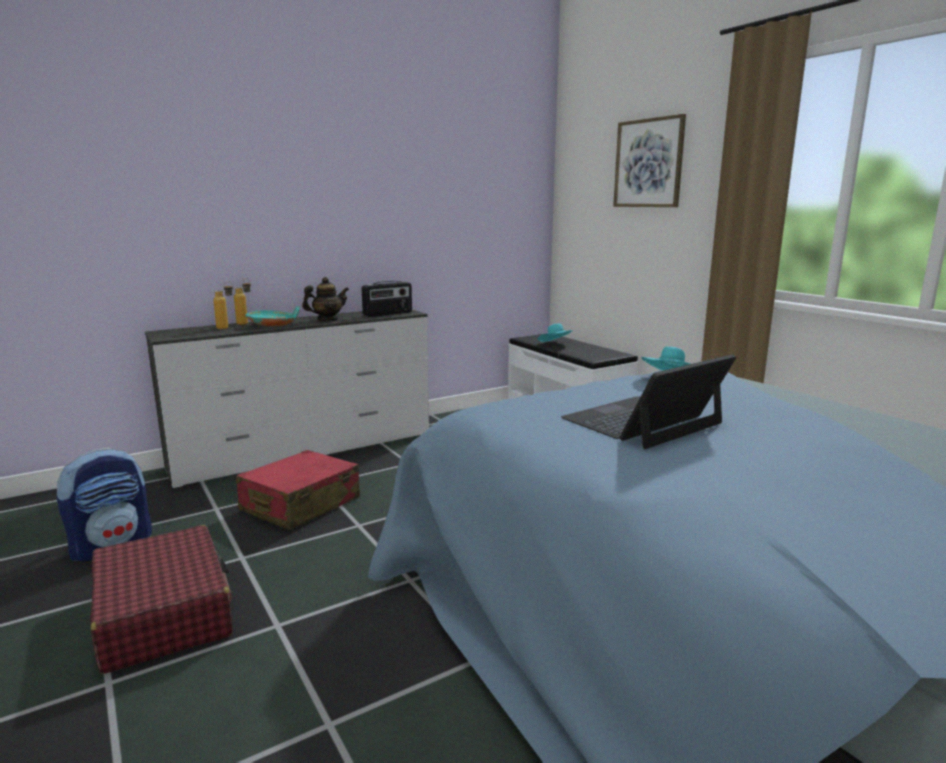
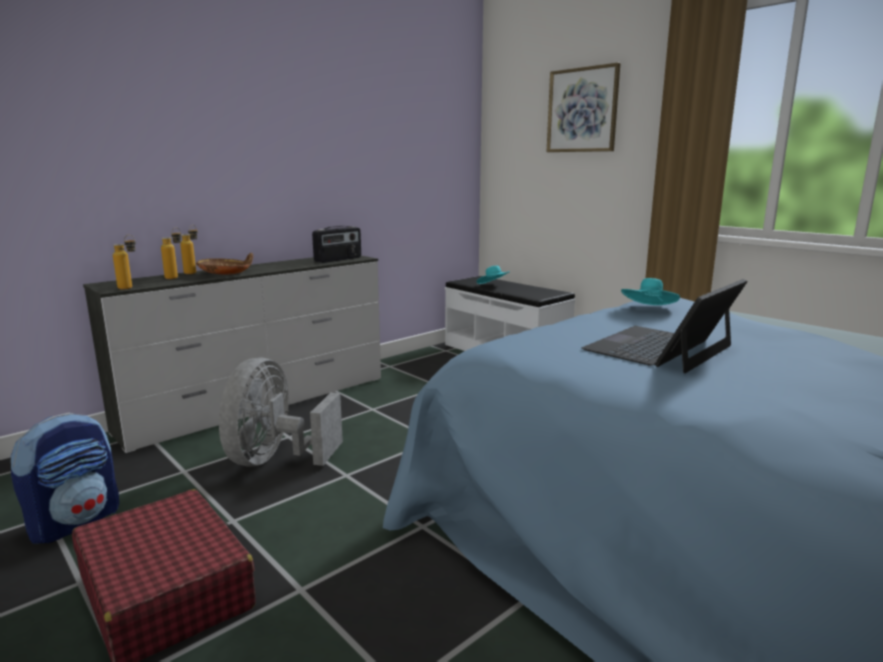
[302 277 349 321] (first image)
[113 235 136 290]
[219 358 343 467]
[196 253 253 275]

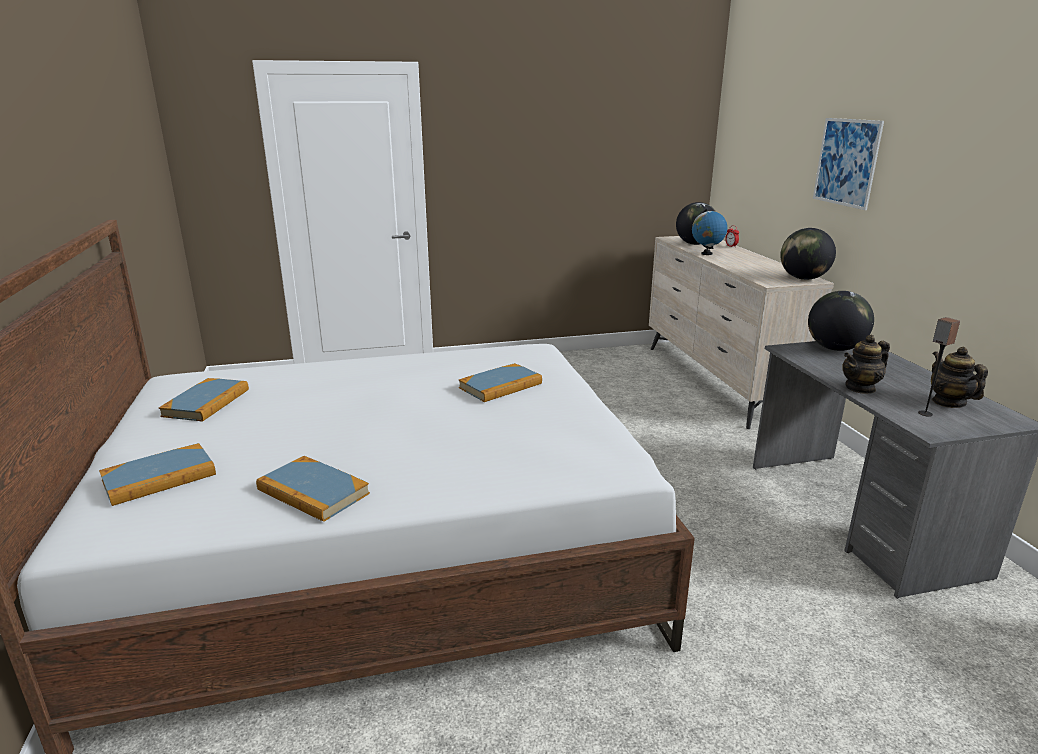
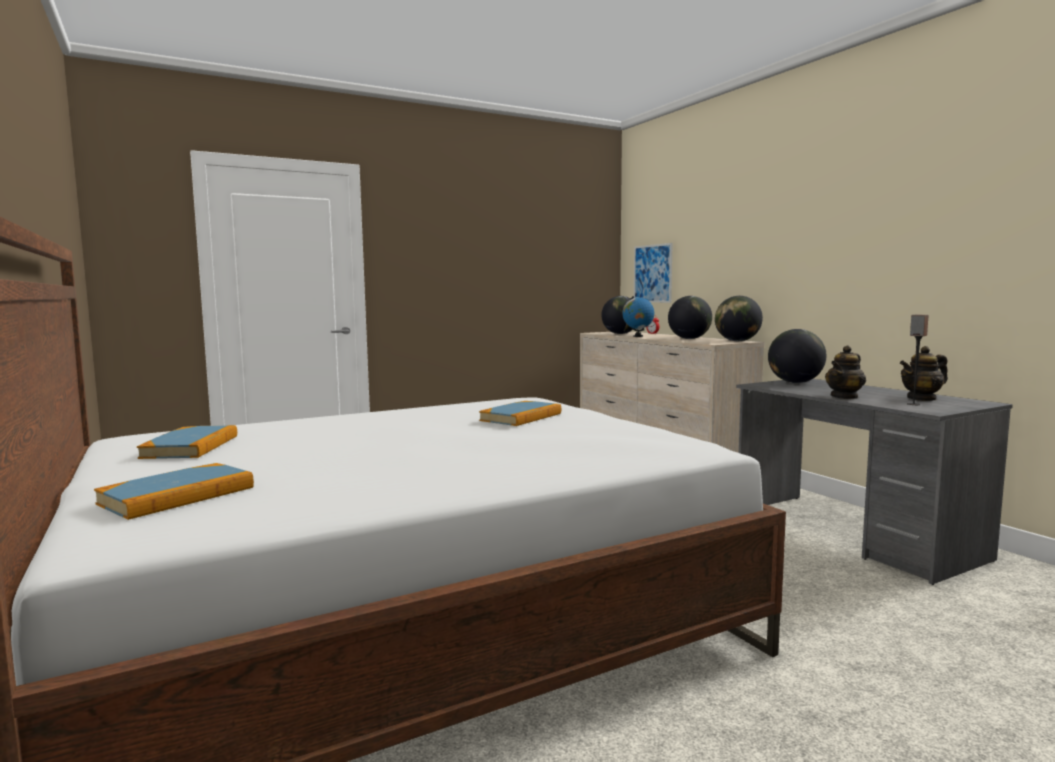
[256 456 370 522] (first image)
[668 296 712 339]
[634 243 673 303]
[900 346 948 401]

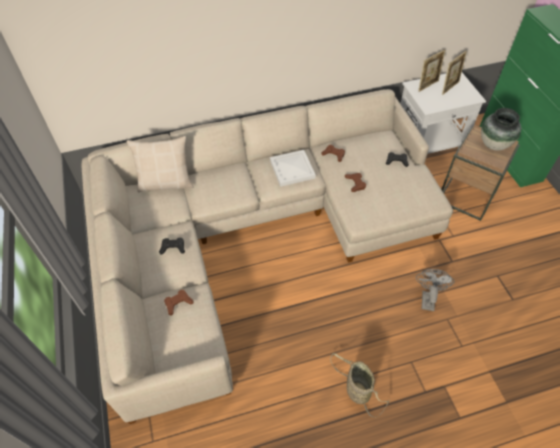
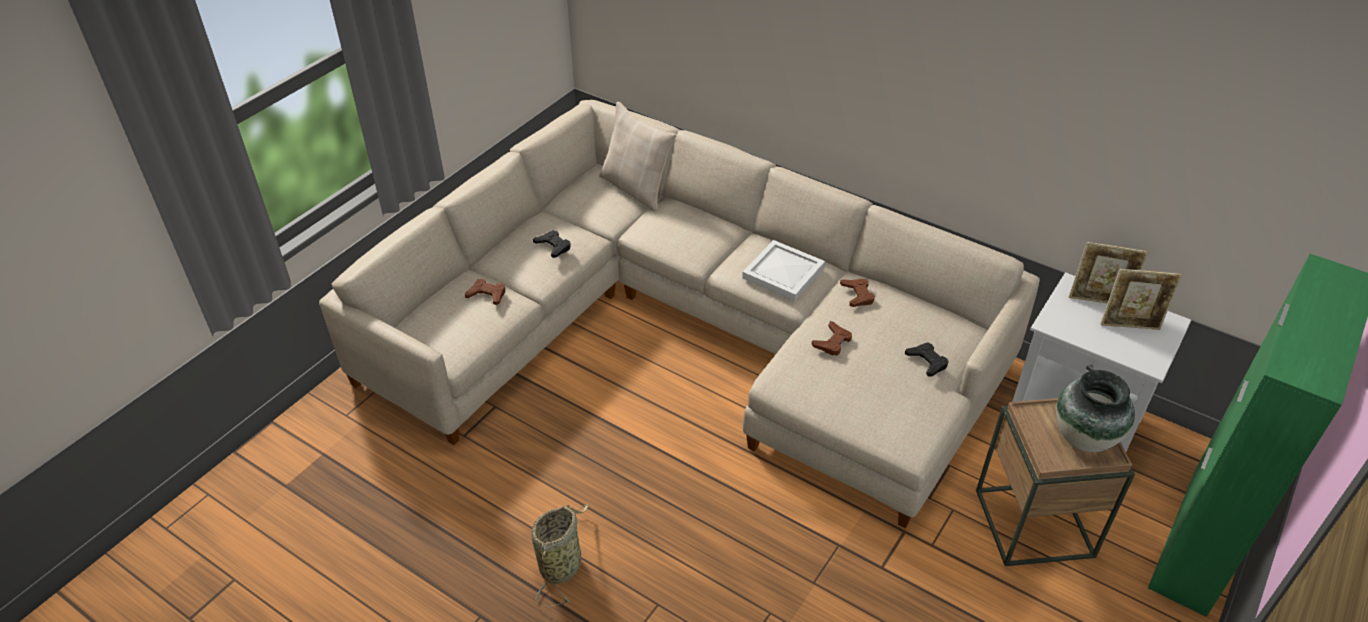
[416 269 454 311] (first image)

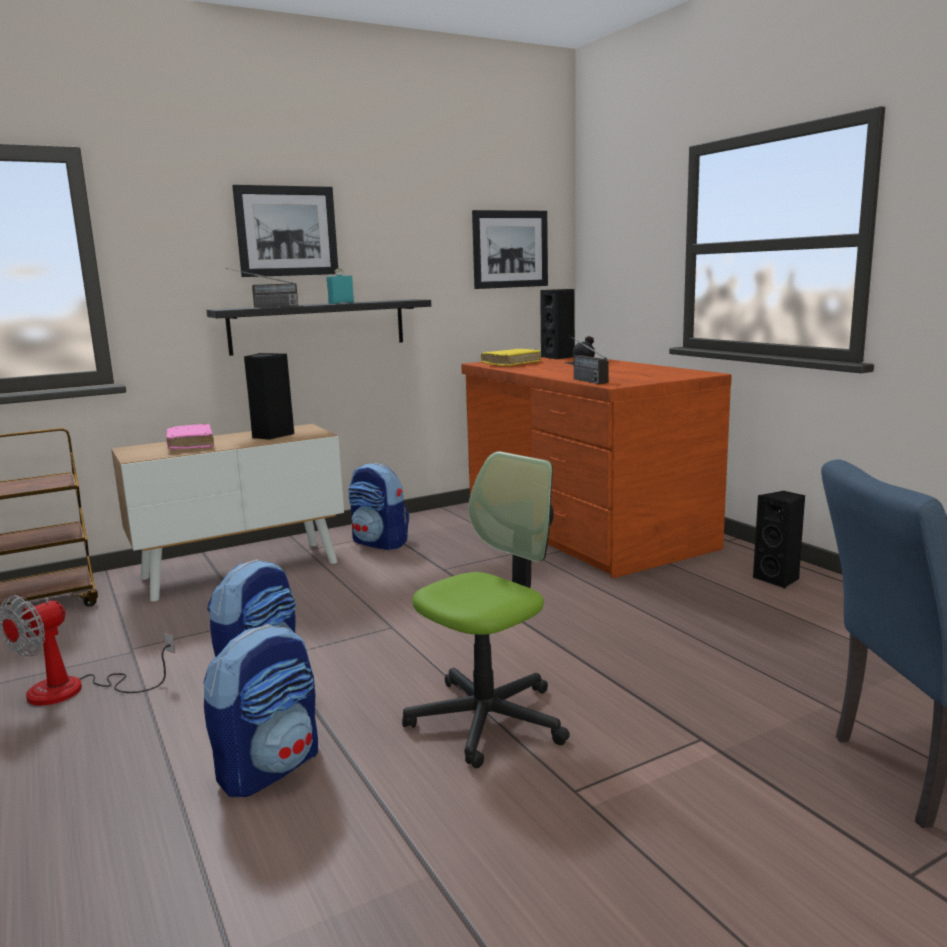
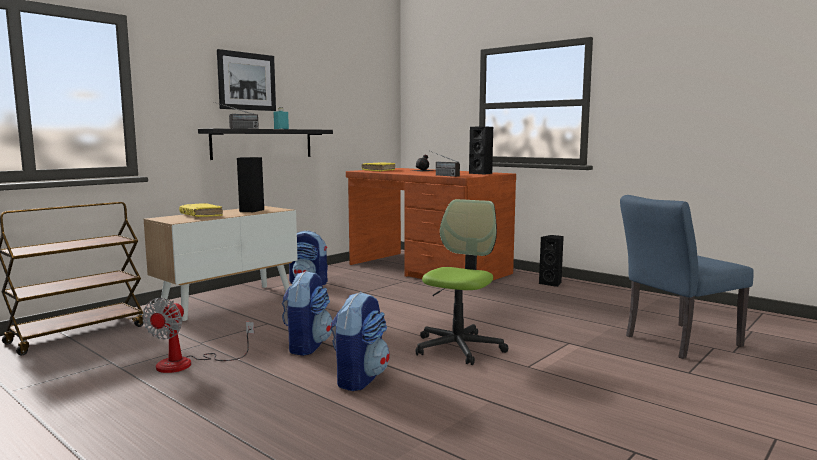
[472 210 548 289] (first image)
[469 126 493 175]
[179 203 223 217]

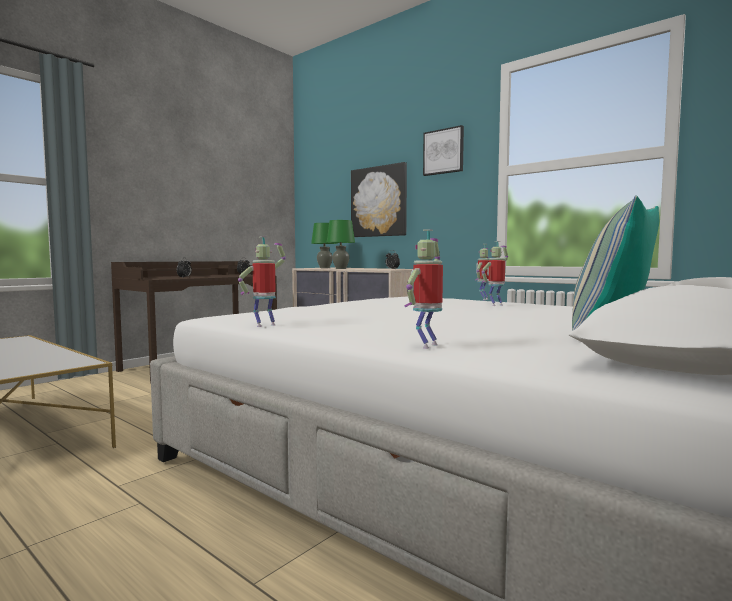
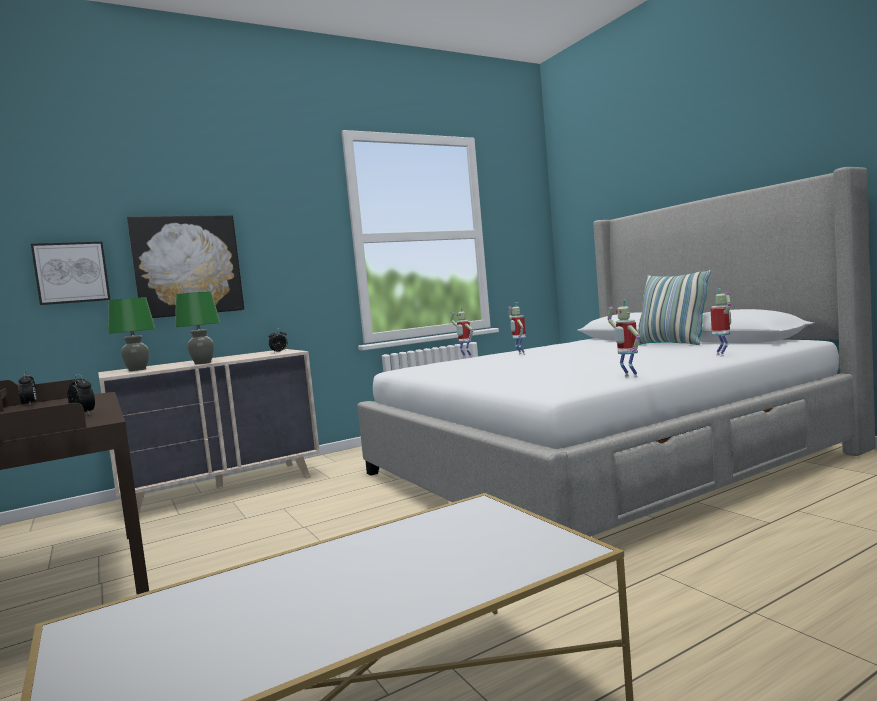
[31 242 111 305]
[711 288 732 357]

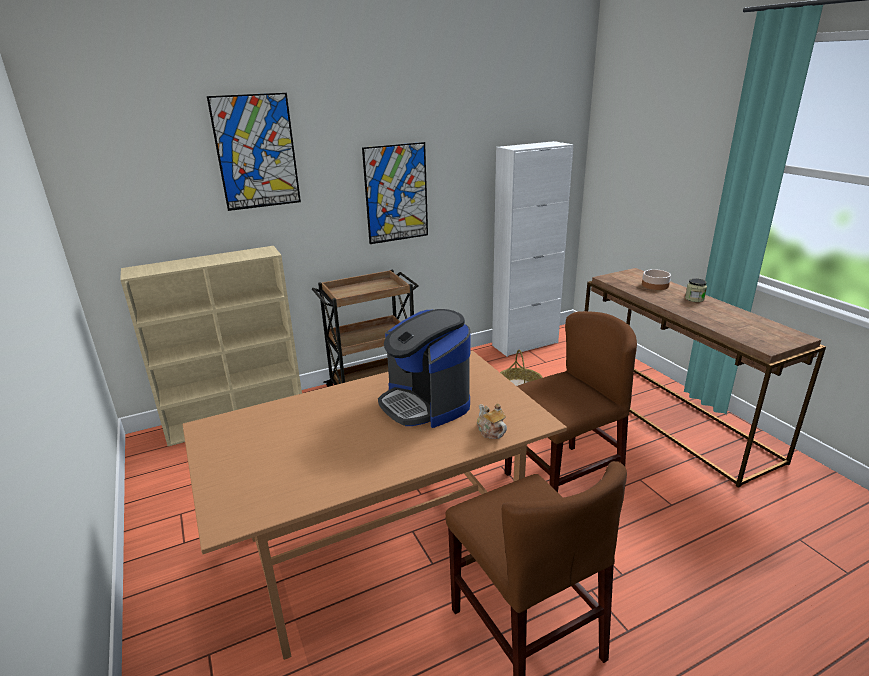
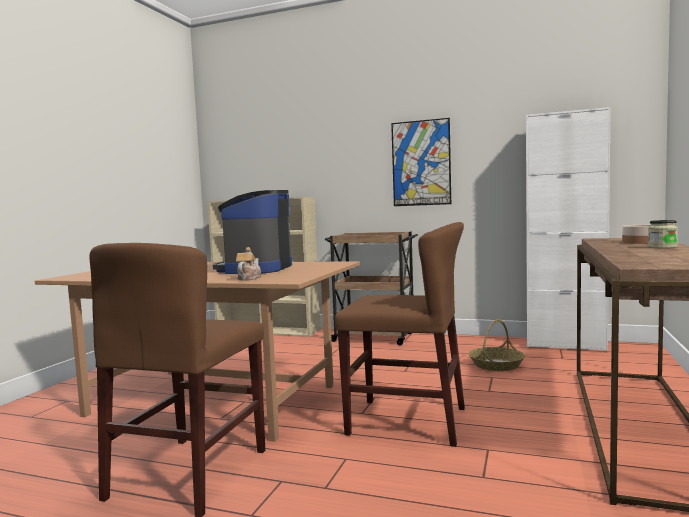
[207 93 301 211] (first image)

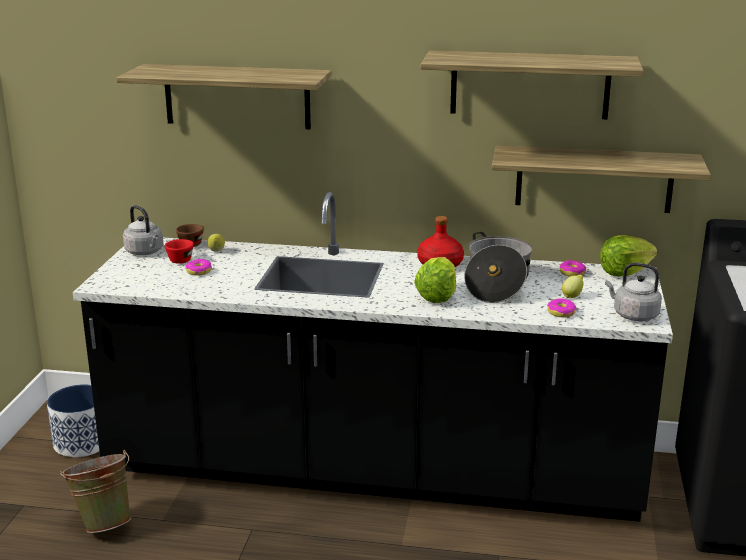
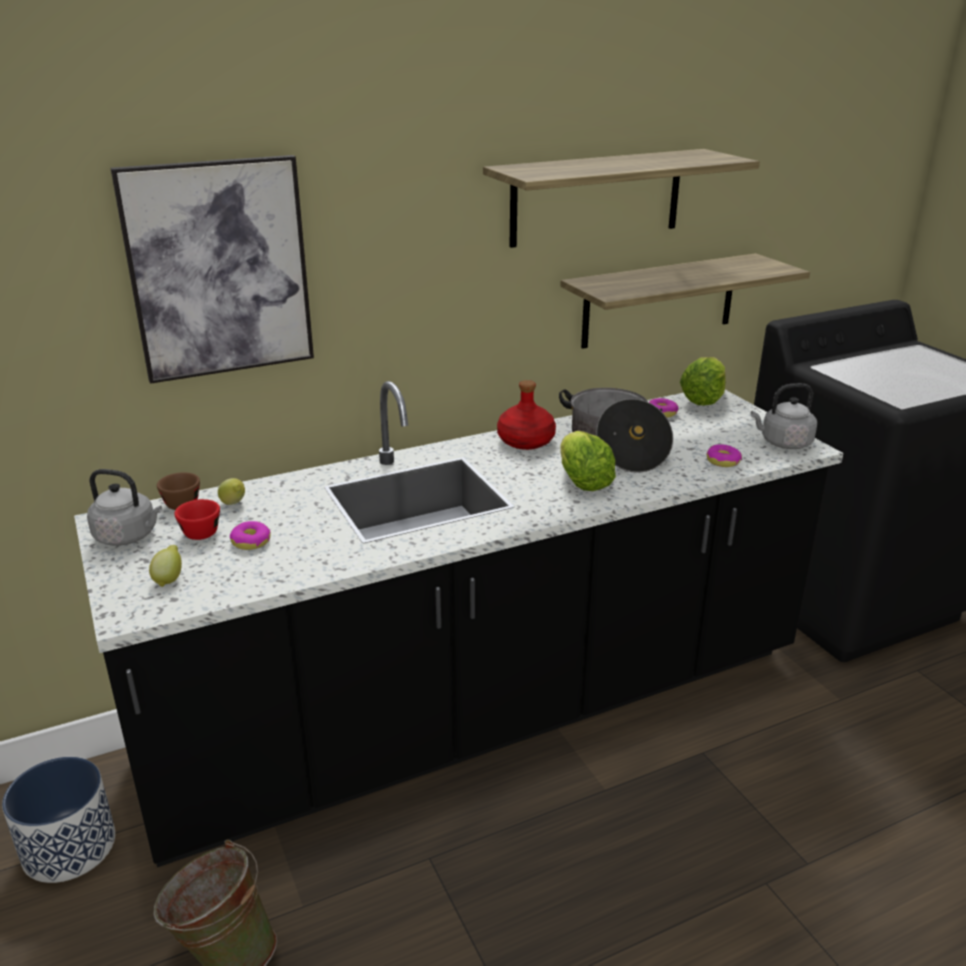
[149 545 182 587]
[111 155 314 384]

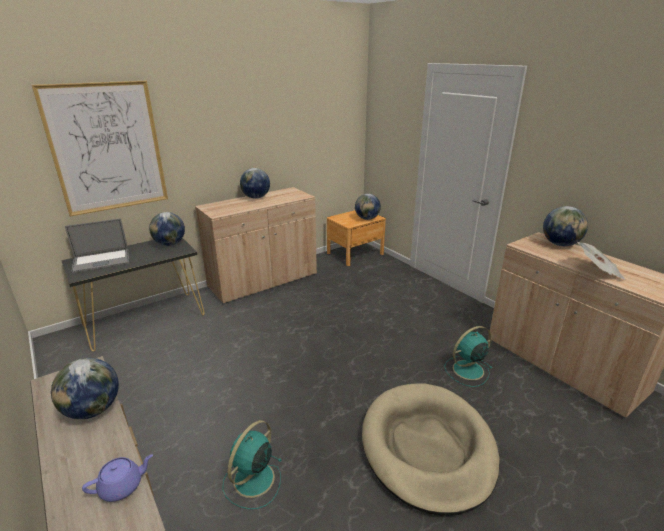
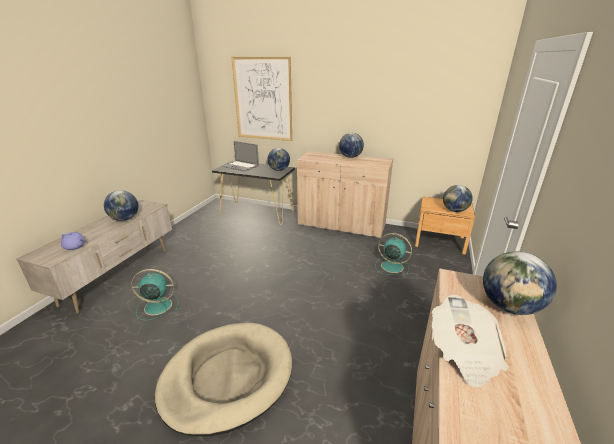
[375 233 412 275]

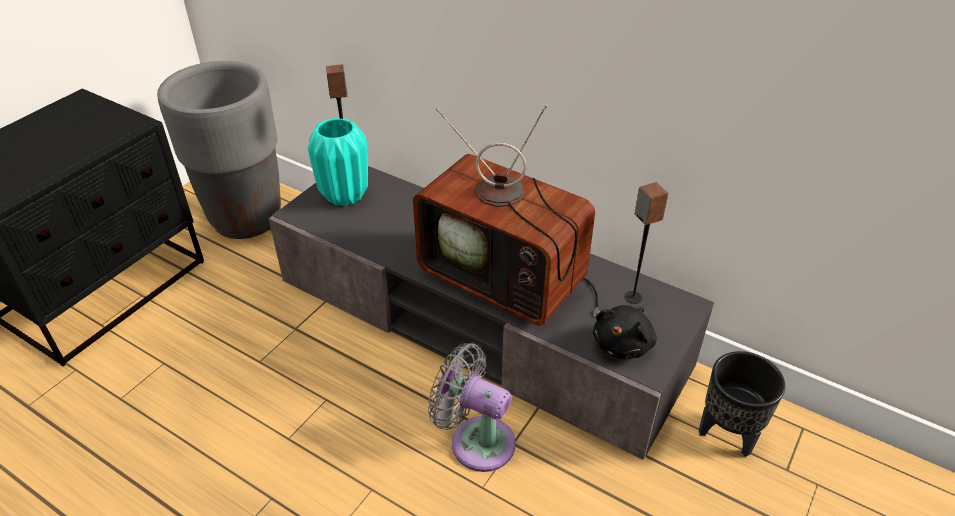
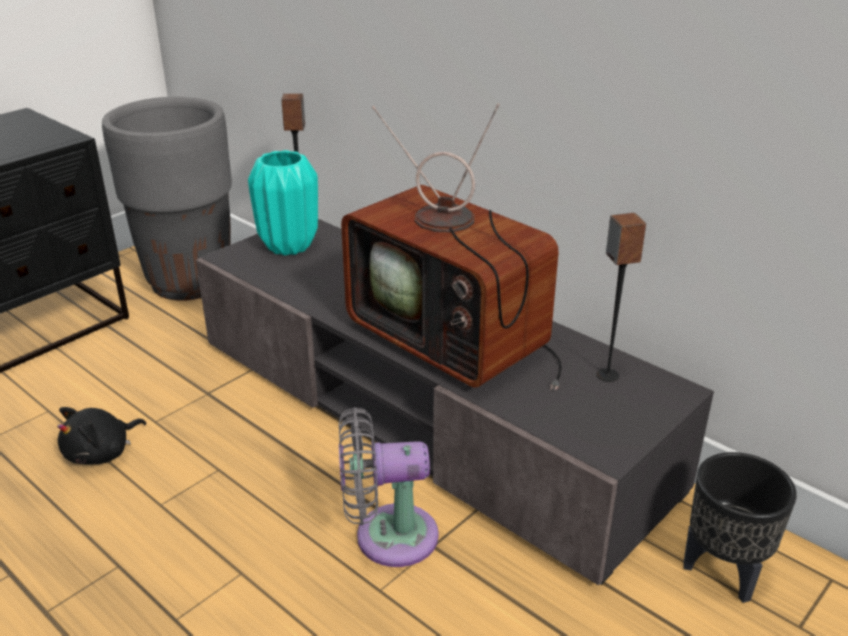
[57 407 146 464]
[339 407 439 567]

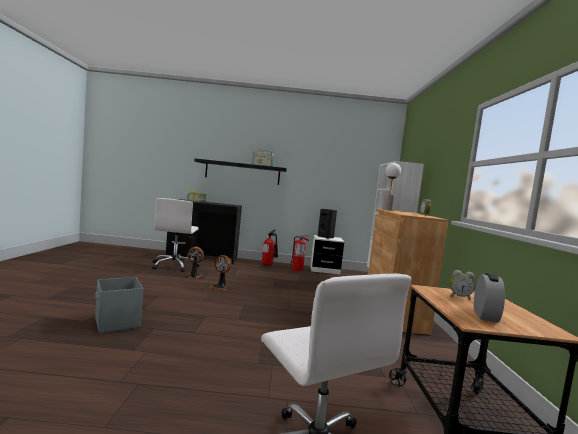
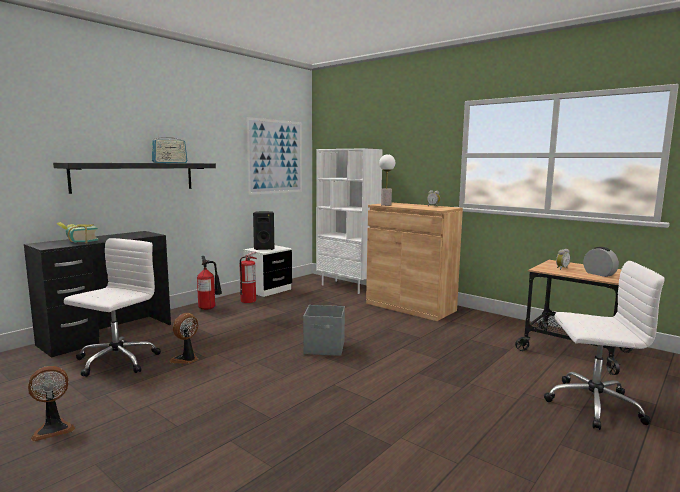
[246 117 302 195]
[303 305 345 356]
[28 366 75 442]
[64 238 161 377]

